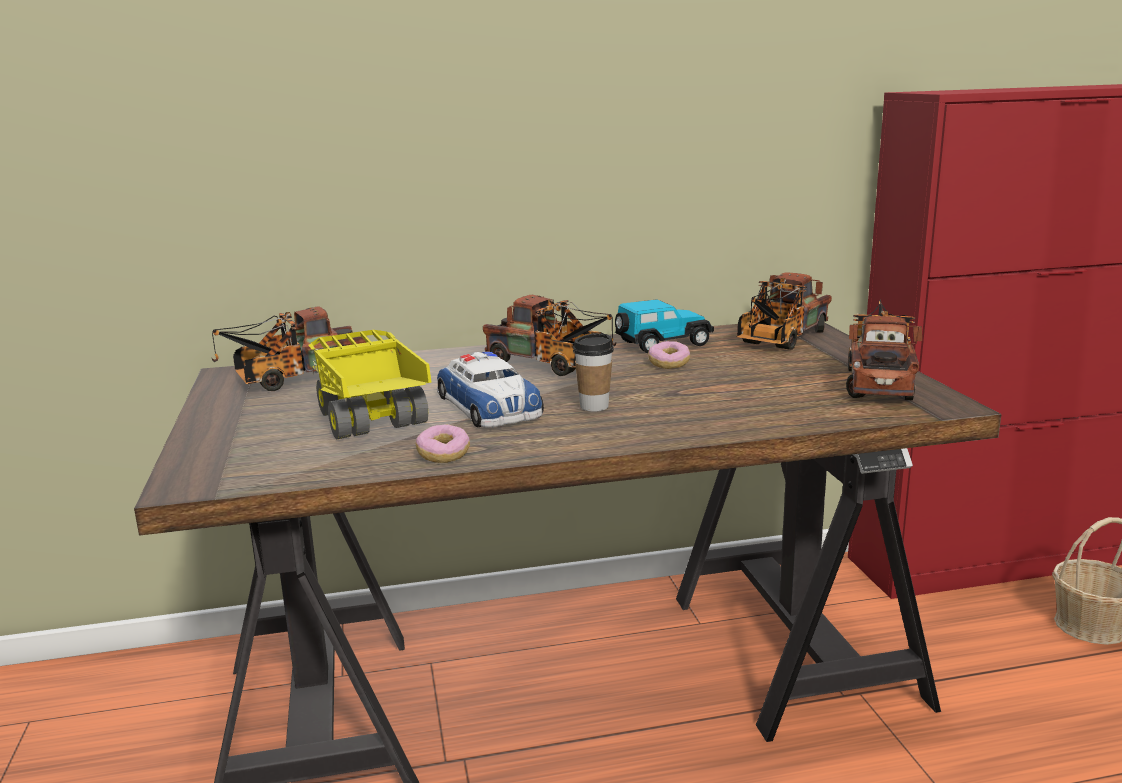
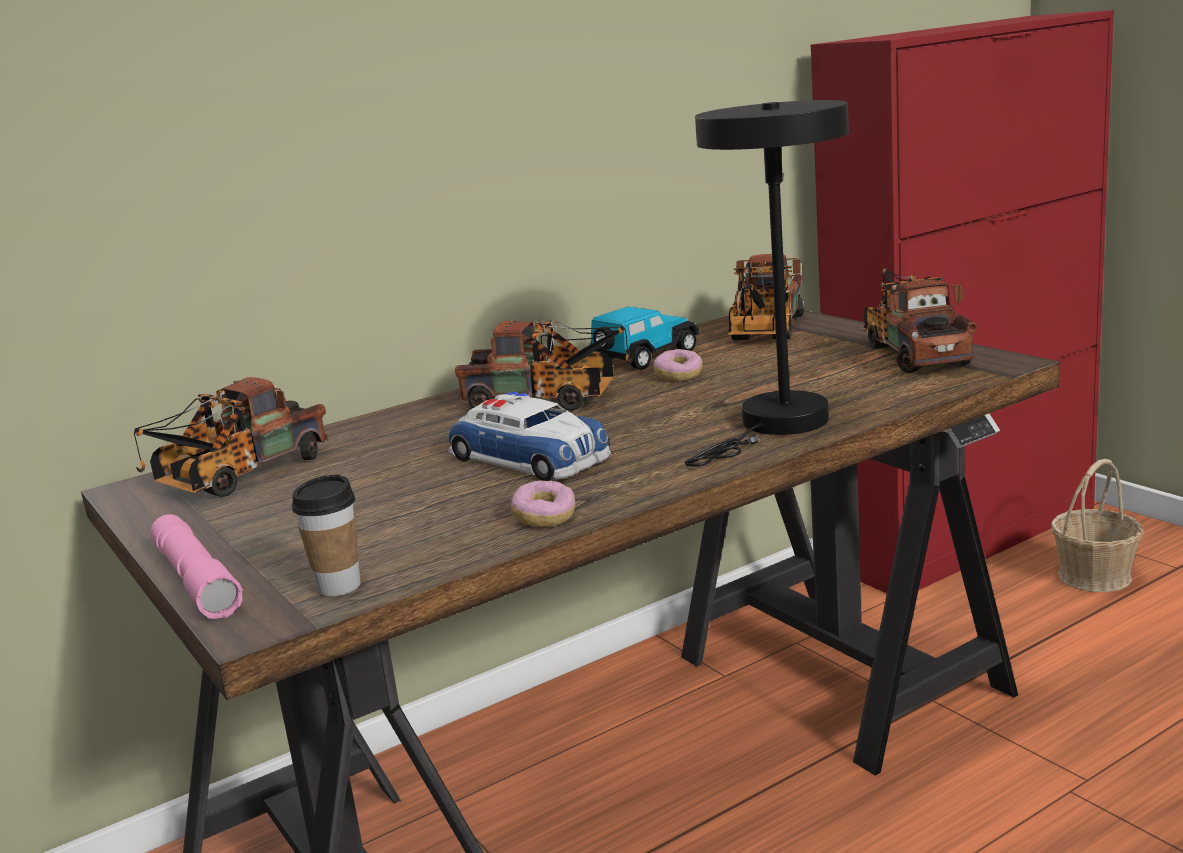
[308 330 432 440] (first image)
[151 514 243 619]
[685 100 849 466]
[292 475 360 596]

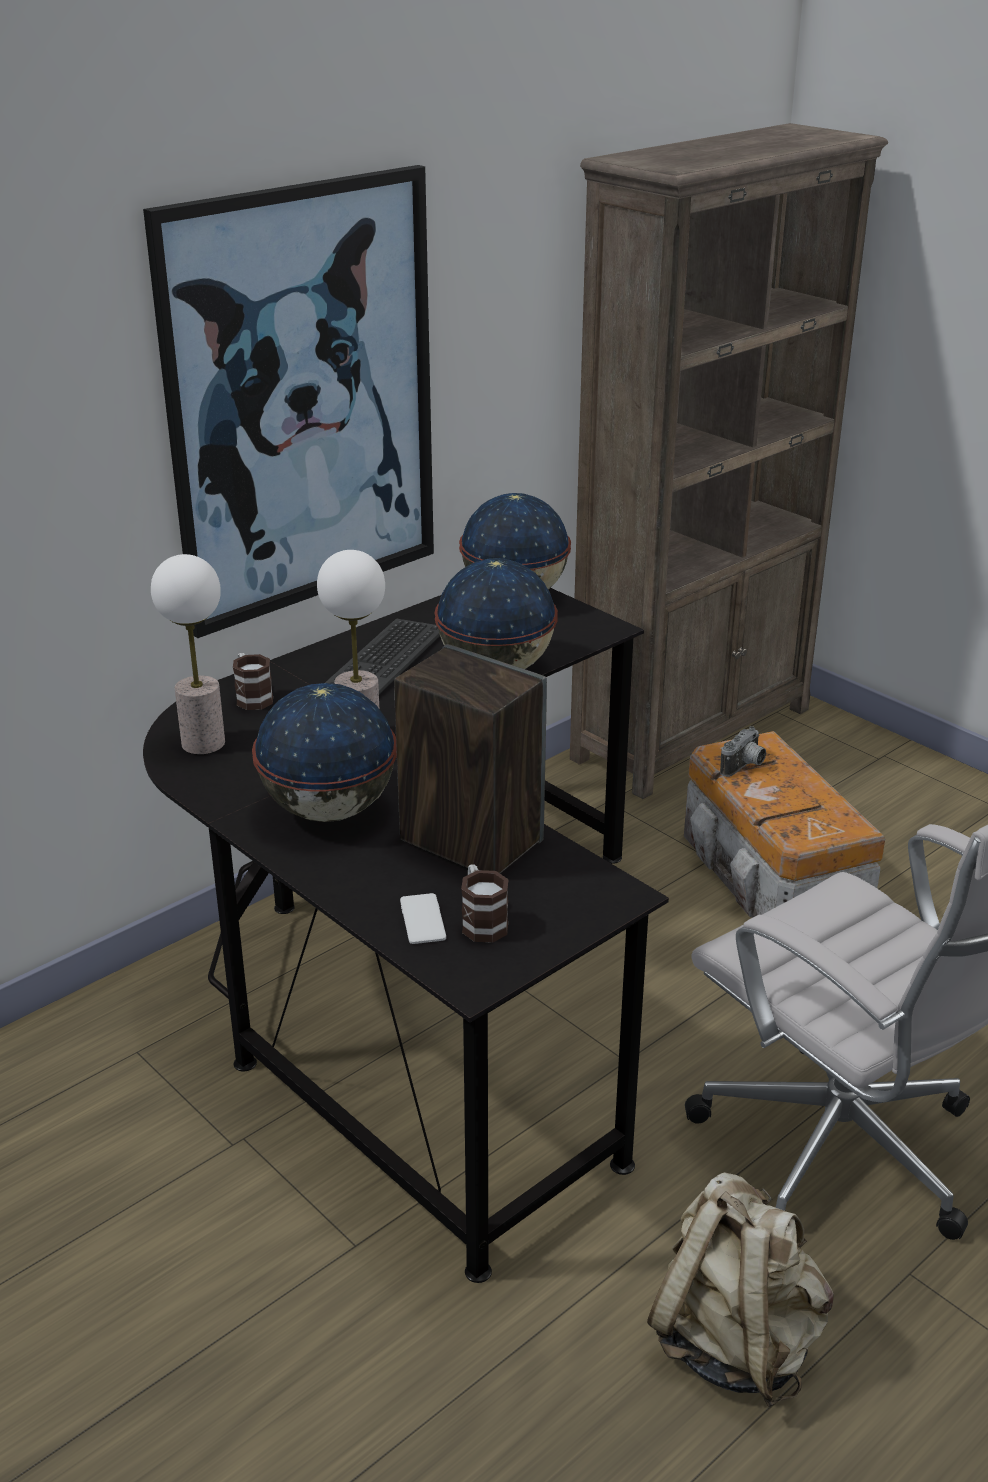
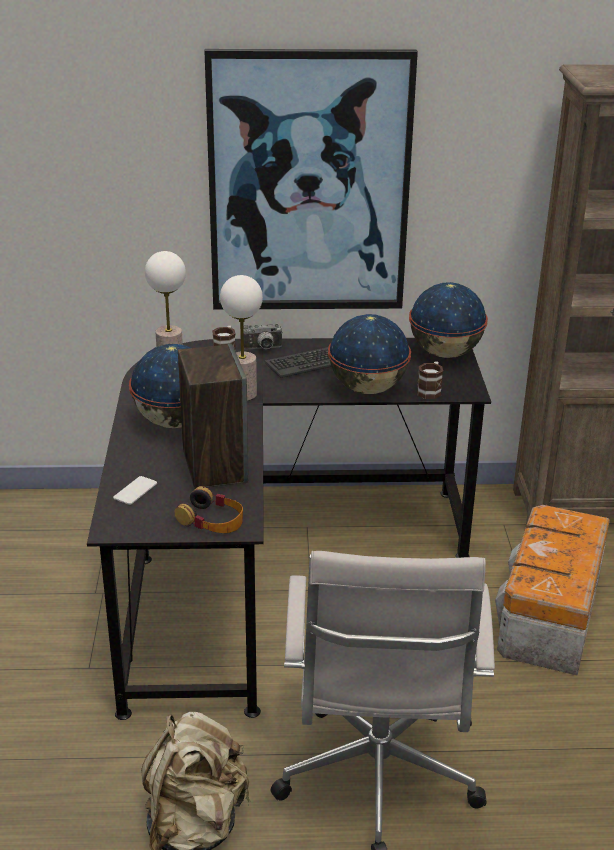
[174 486 243 533]
[417 361 443 399]
[240 324 283 350]

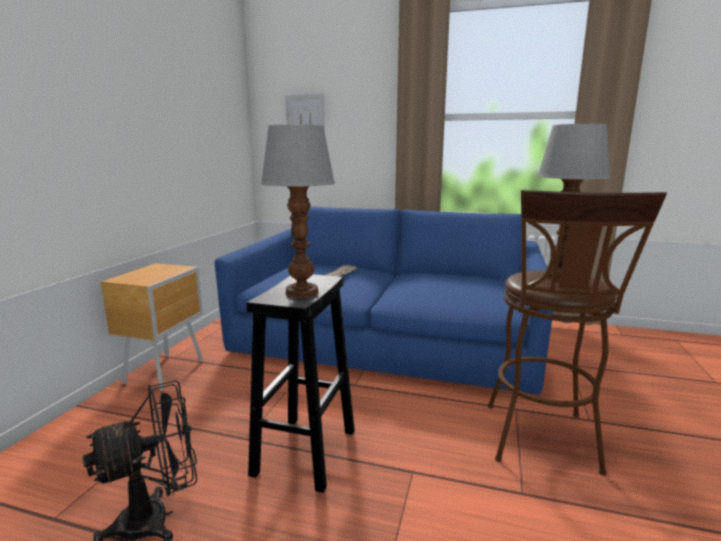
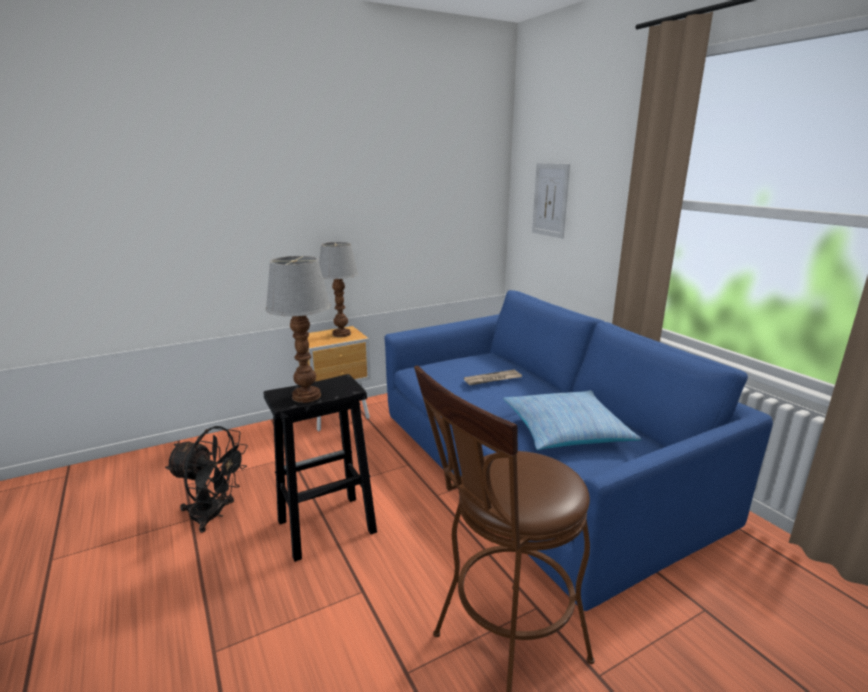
[503 390 642 450]
[319 242 358 337]

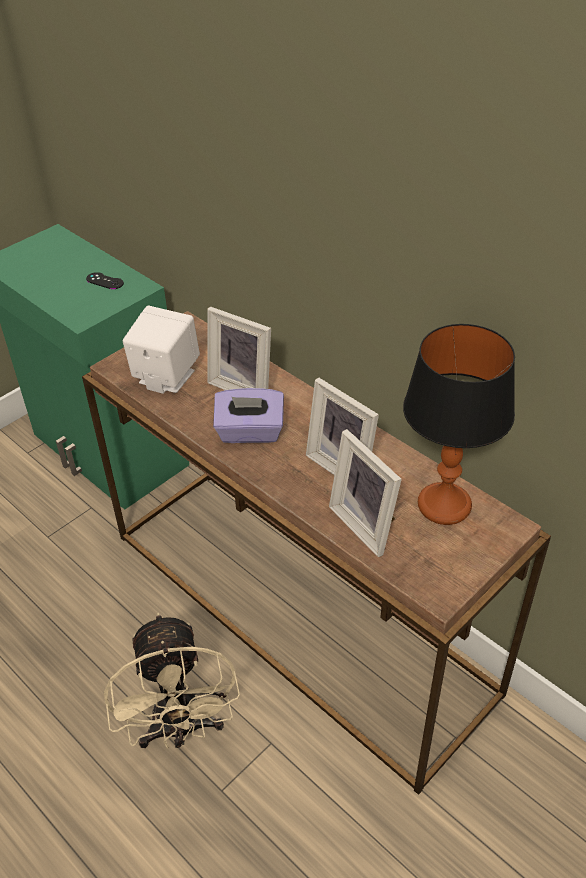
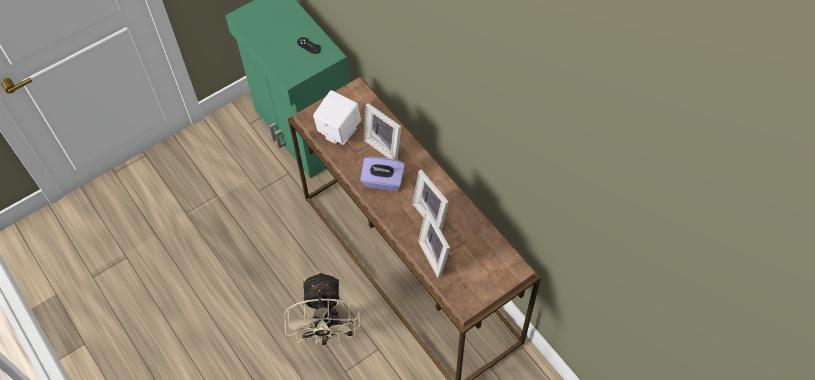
[403 324 515 525] (first image)

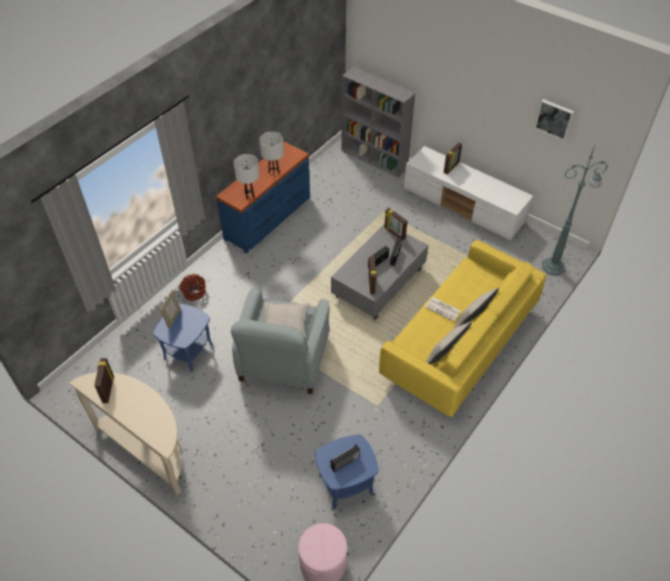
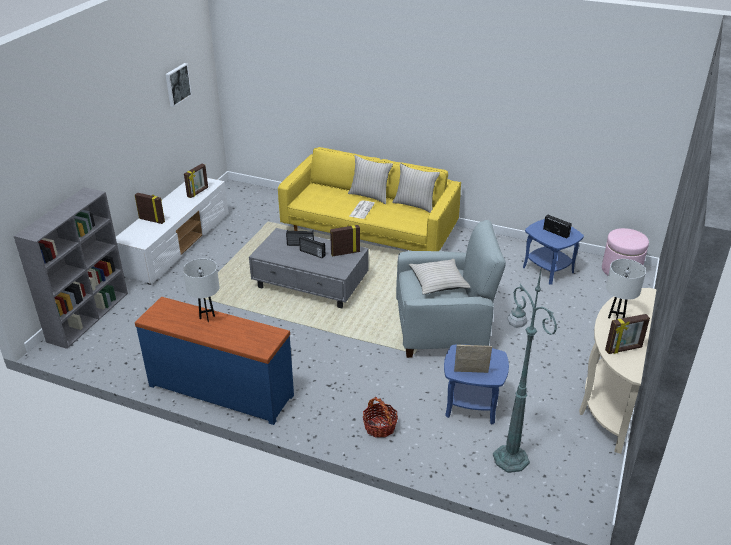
[606 259 646 319]
[184 164 208 198]
[493 266 557 473]

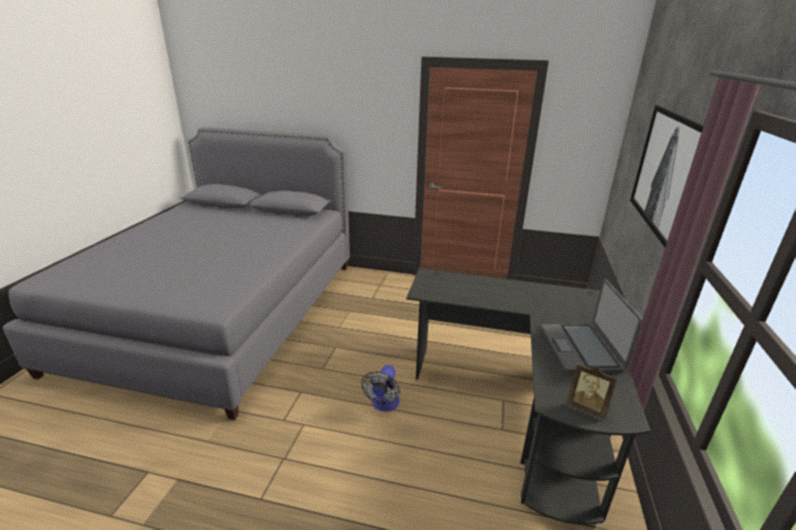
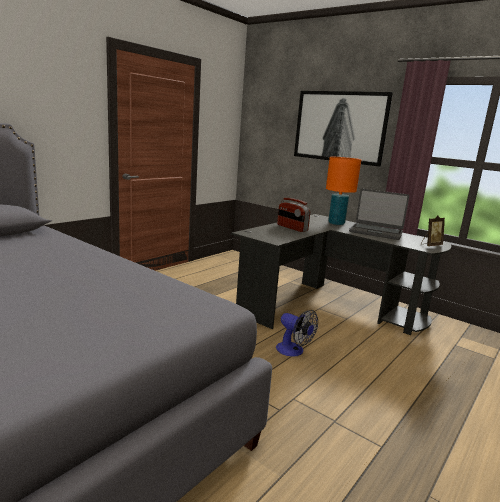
[277 198 310 232]
[326 157 361 225]

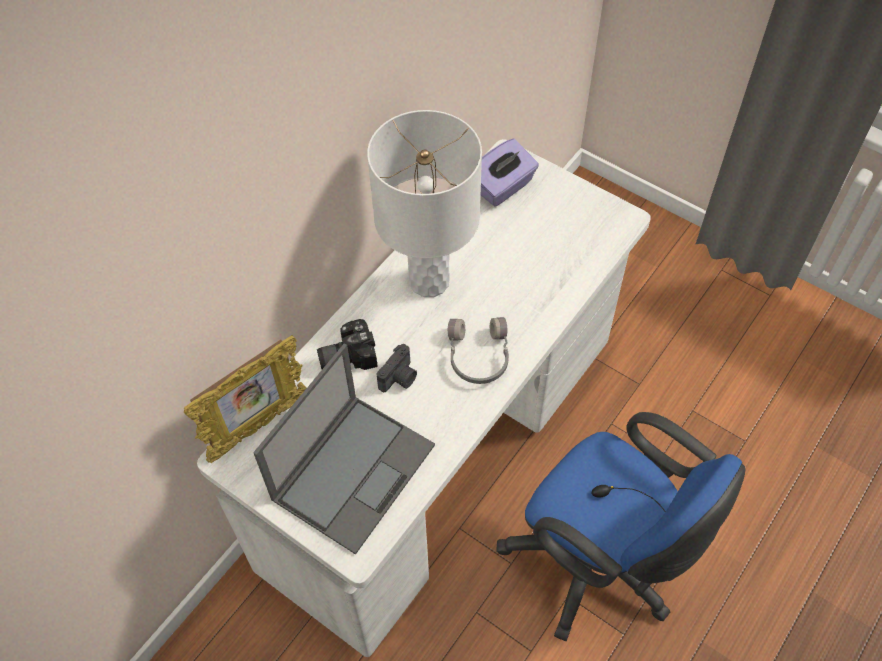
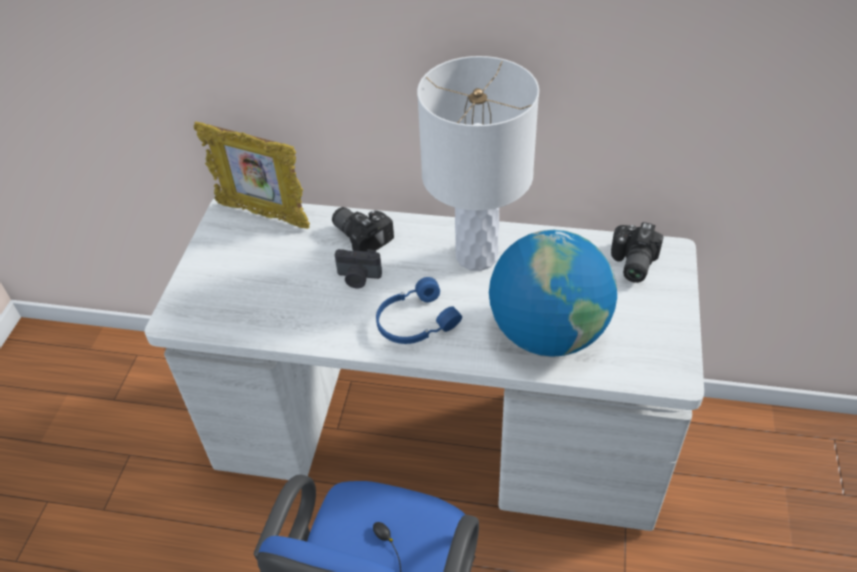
[253 344 435 555] (first image)
[489 230 617 357]
[611 222 663 283]
[376 277 462 344]

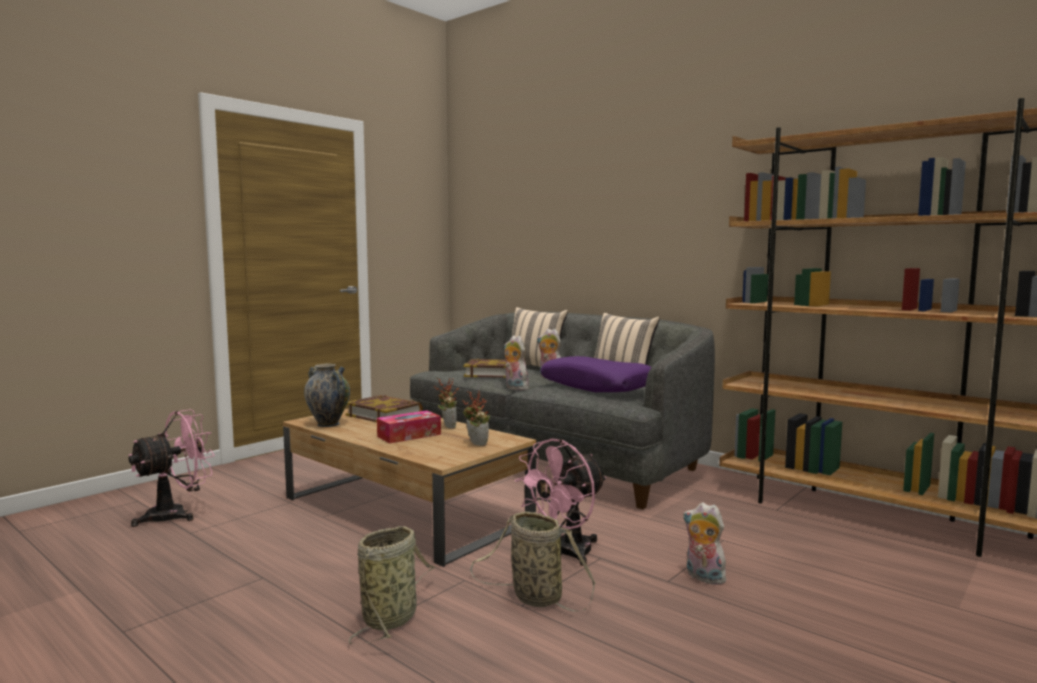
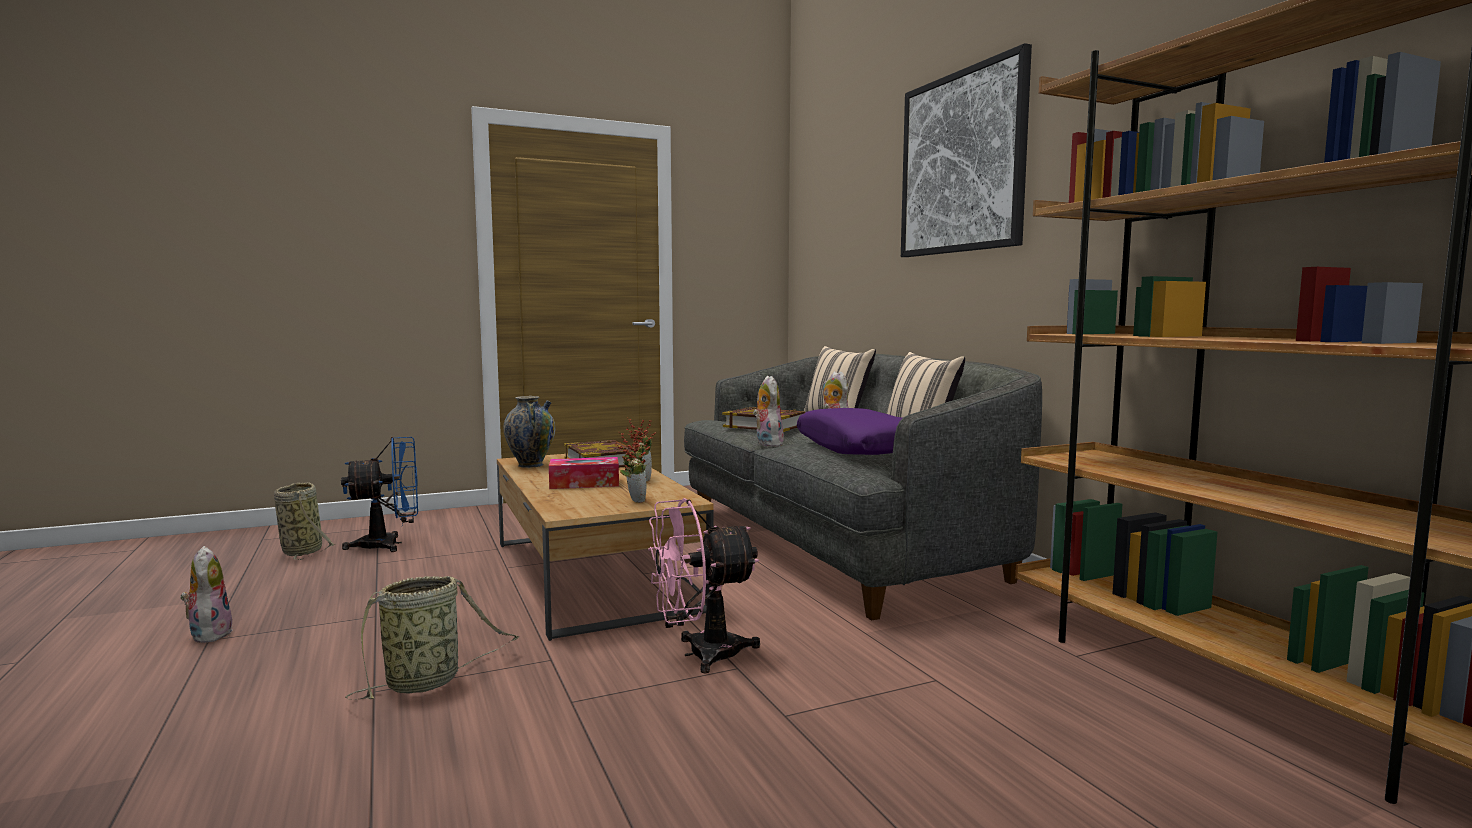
[901 43 1032 257]
[274 483 335 560]
[180 546 233 643]
[341 437 418 552]

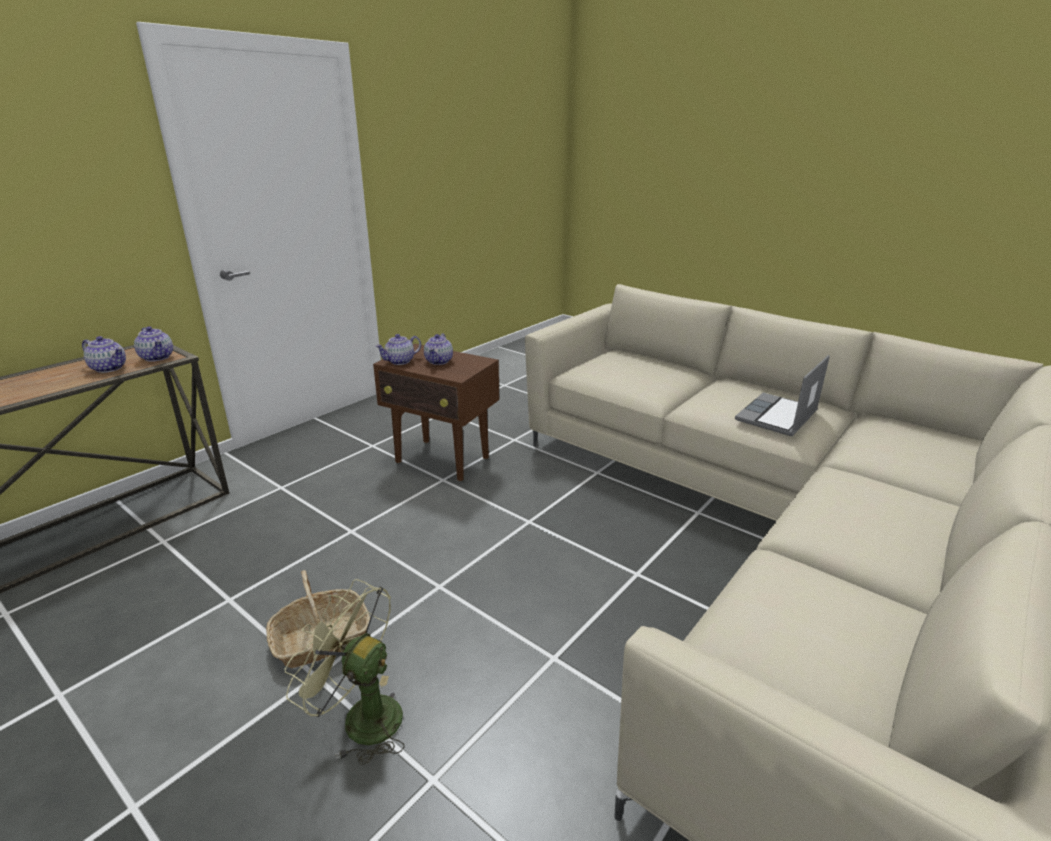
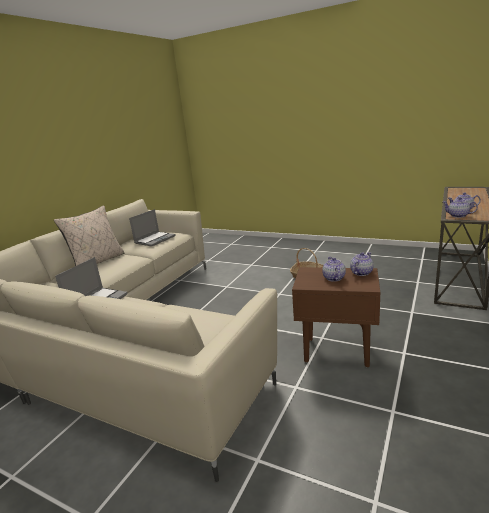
[285 579 405 765] (first image)
[54 206 124 266]
[129 209 176 247]

